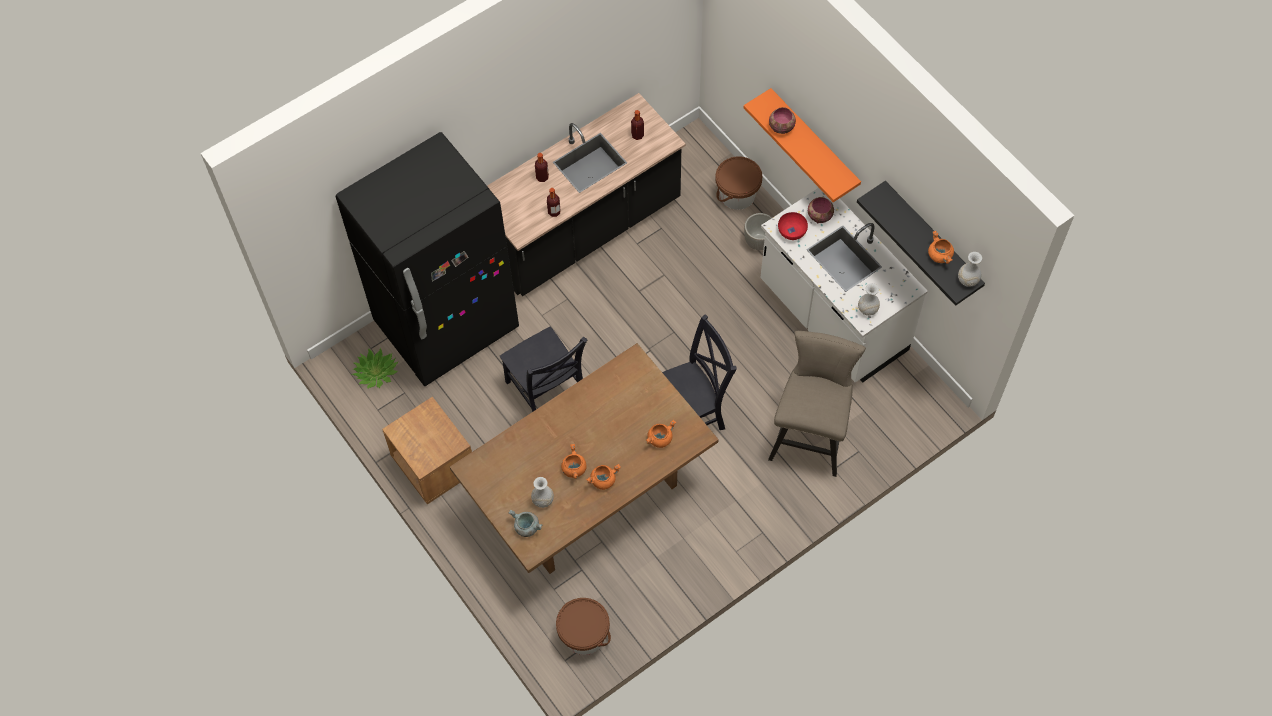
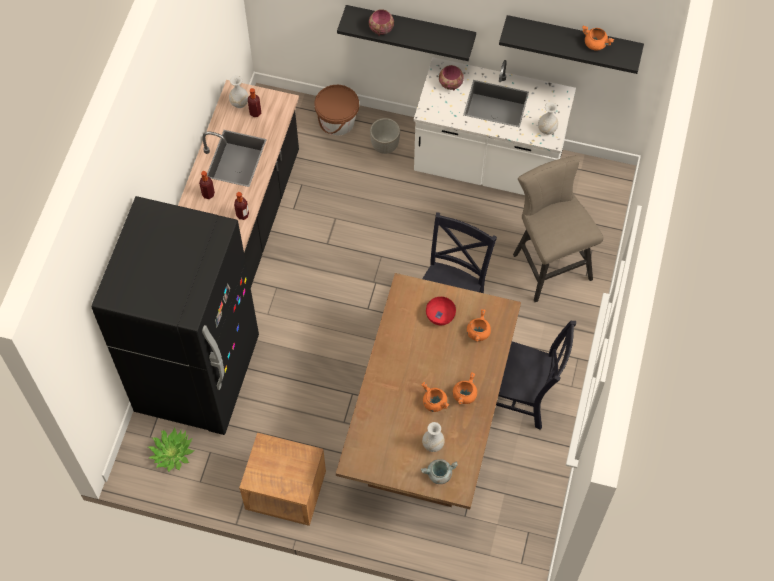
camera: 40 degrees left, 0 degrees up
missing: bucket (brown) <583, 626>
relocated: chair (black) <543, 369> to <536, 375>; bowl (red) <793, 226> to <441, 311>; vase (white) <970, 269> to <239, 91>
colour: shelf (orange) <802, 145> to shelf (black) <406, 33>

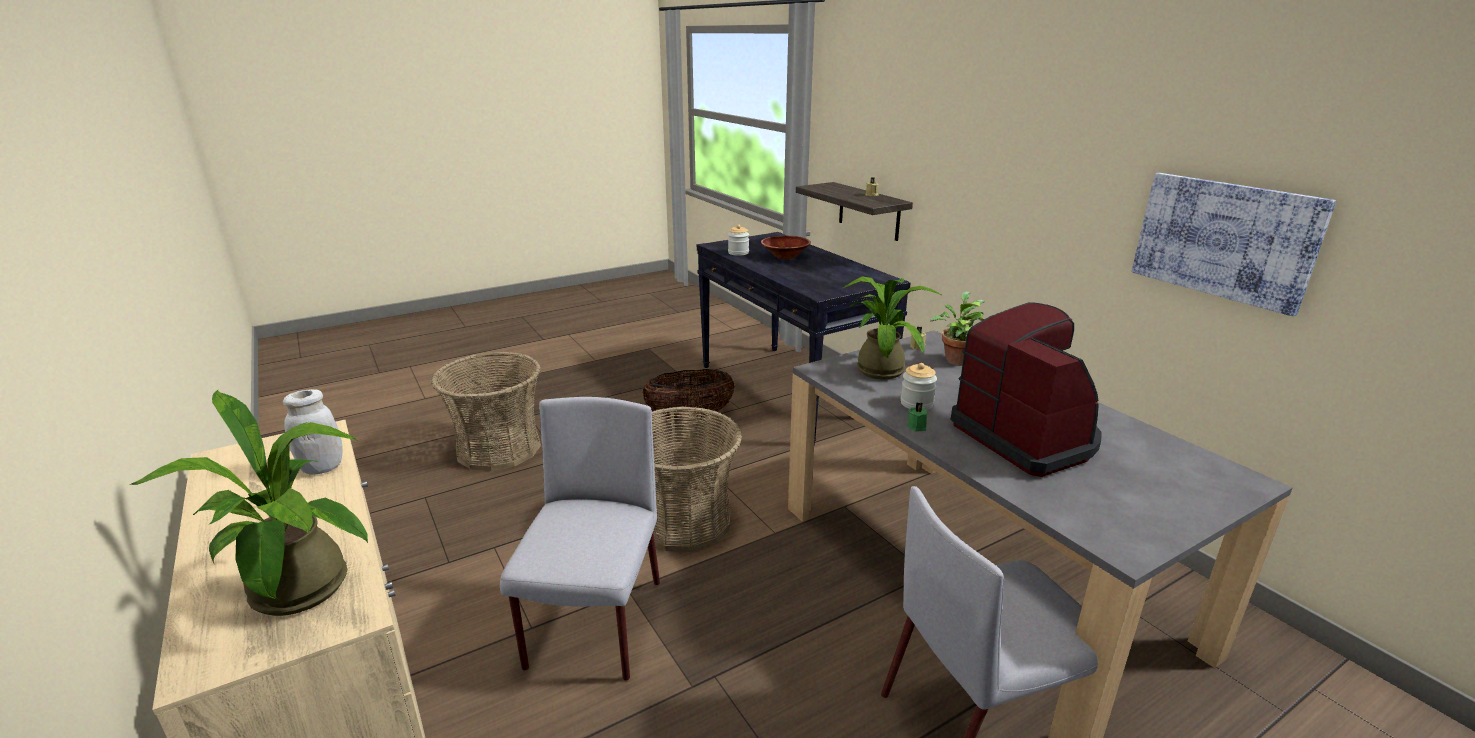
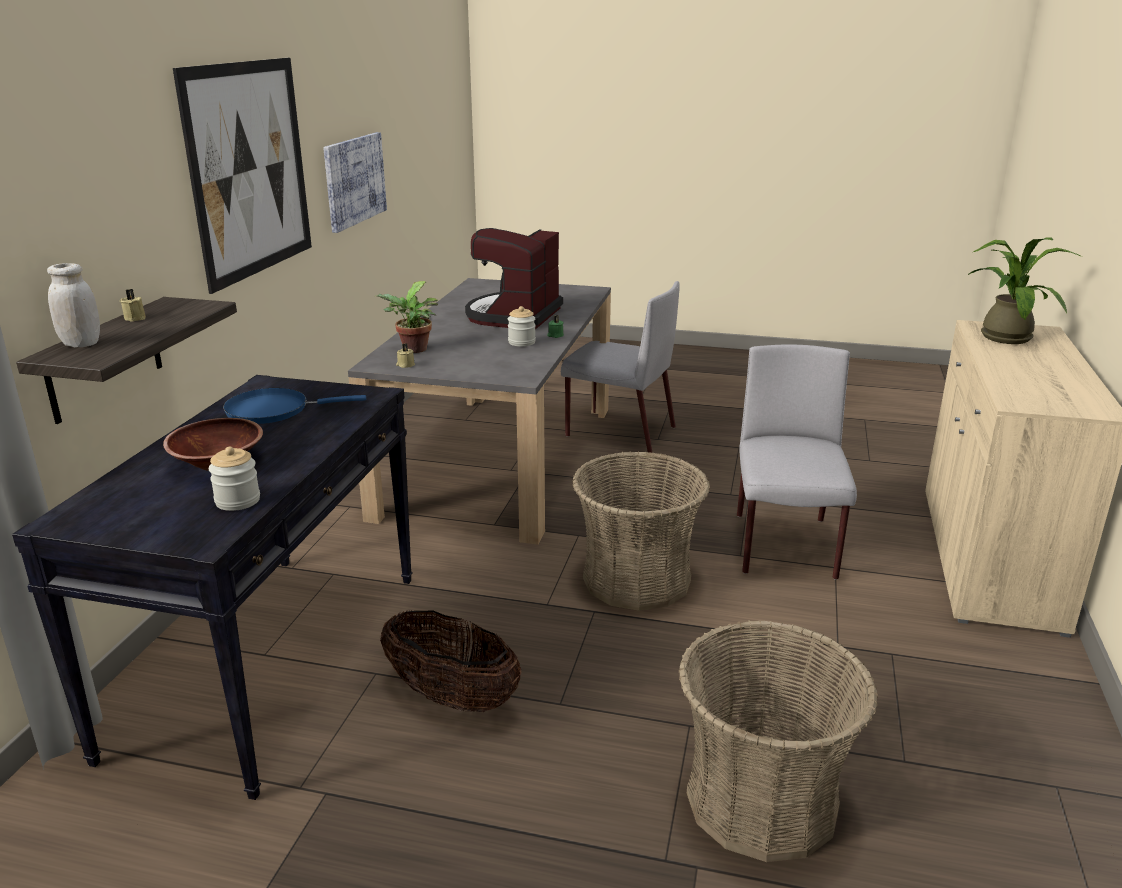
camera: 135 degrees left, 0 degrees up
missing: potted plant <893, 328>
appeared: picture <242, 176>; frying pan (blue) <294, 406>
relocated: jar (white) <313, 432> to <73, 305>
spun: chair (grey) <580, 539> = <797, 462> 135 degrees clockwise

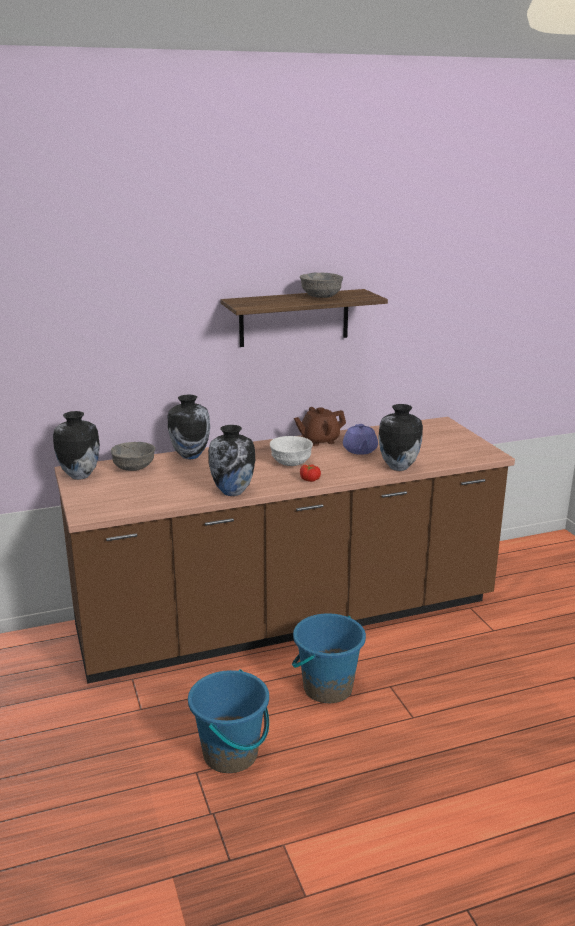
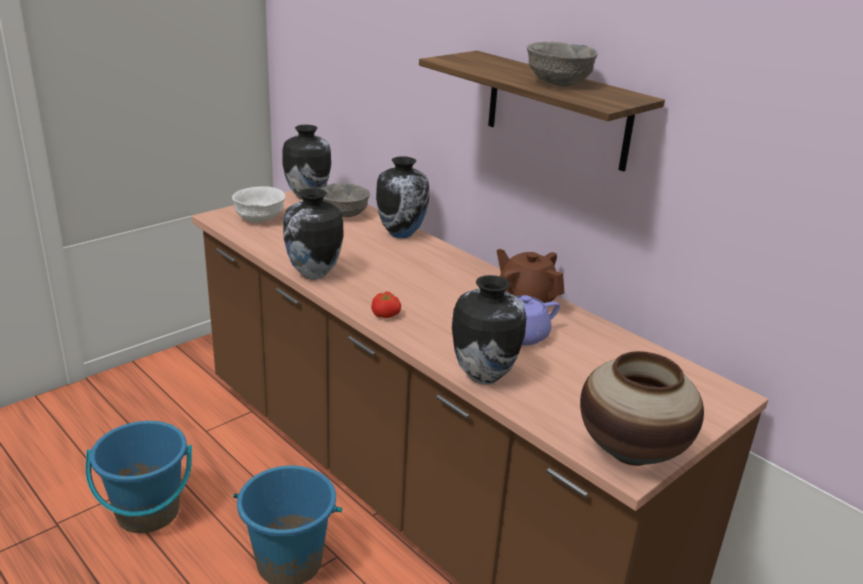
camera: 65 degrees right, 5 degrees up
appeared: vase <642, 408>
relocated: bowl (white) <291, 451> to <259, 204>

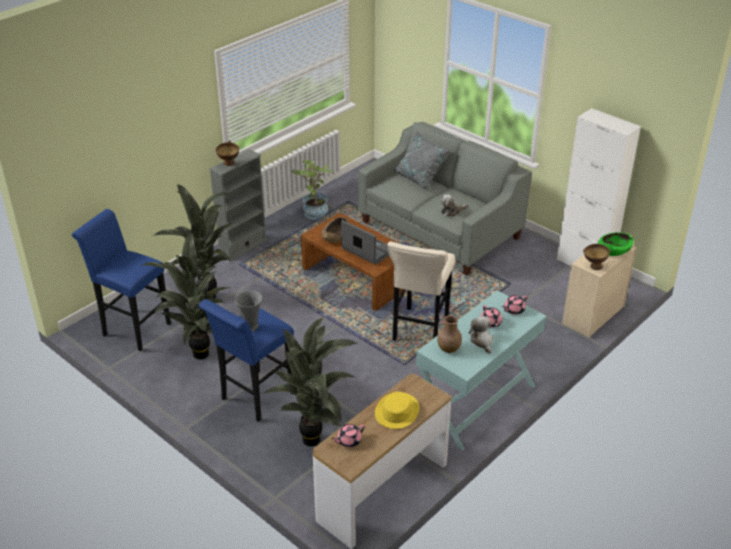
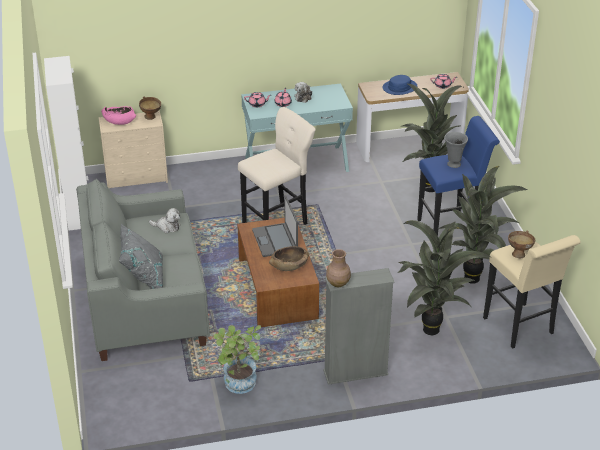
camera: 145 degrees left, 0 degrees up
relocated: bowl (brown) <227, 153> to <522, 244>; vase (brown) <449, 334> to <338, 268>
colour: stool (blue) <121, 280> to stool (beige) <532, 292>; hat (yellow) <397, 410> to hat (blue) <399, 85>; bowl (green) <615, 244> to bowl (pink) <118, 115>

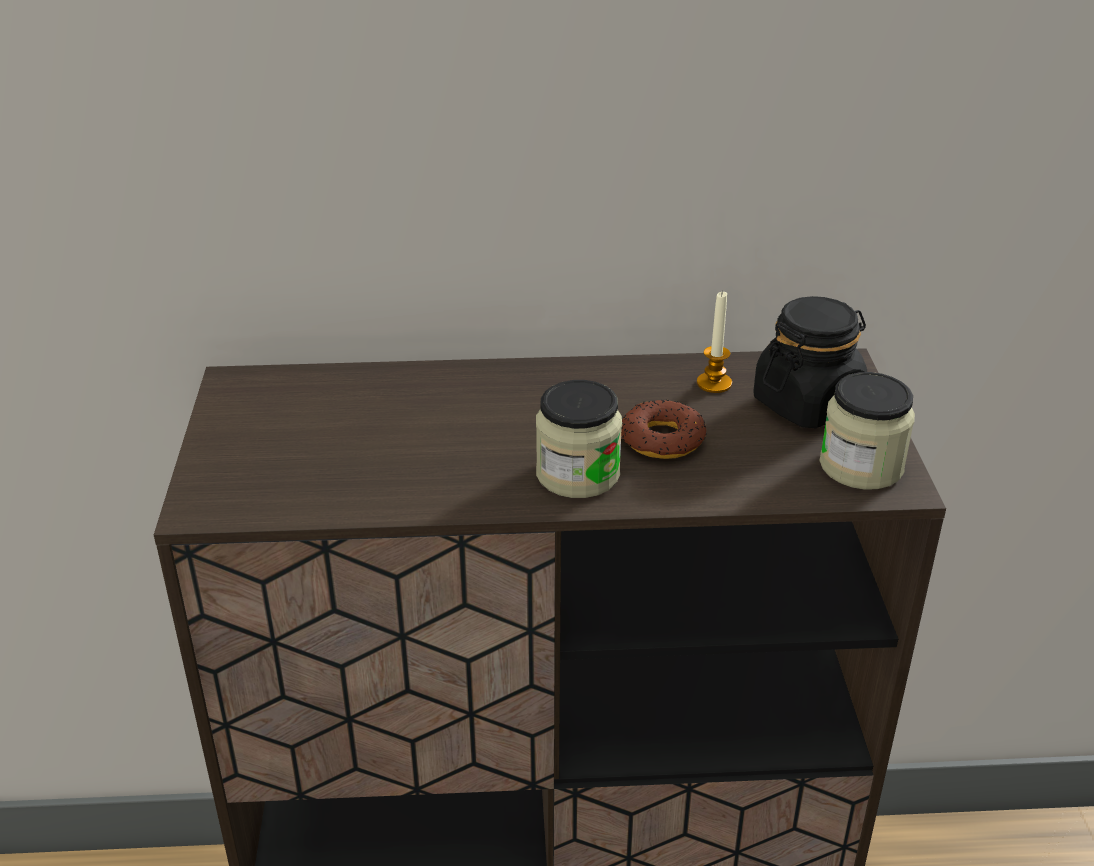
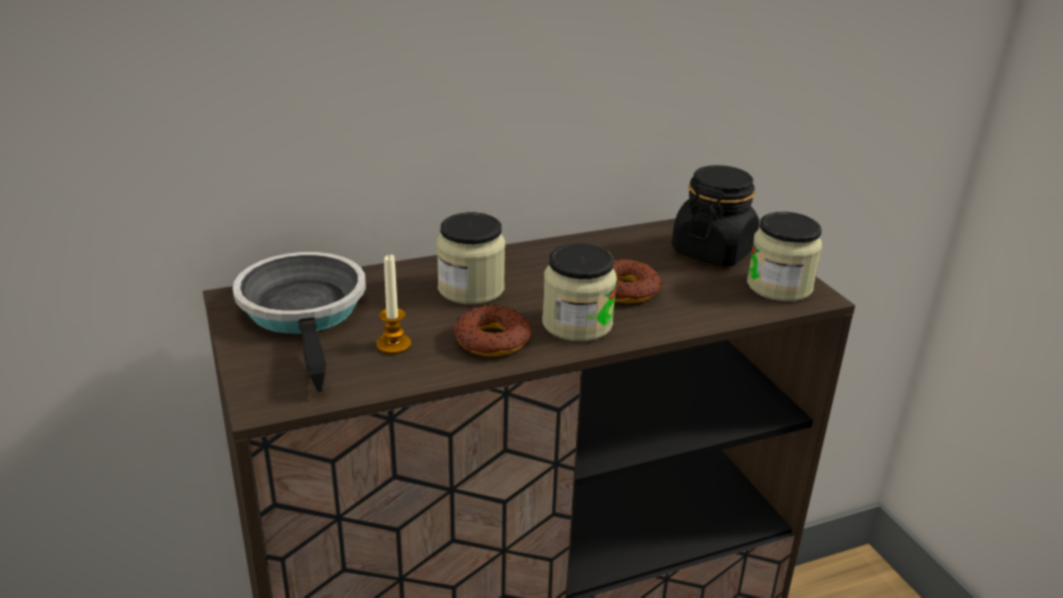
camera: 20 degrees left, 5 degrees down
appeared: frying pan <299, 322>; jar <471, 258>; donut <492, 330>
relocated: candle <714, 342> to <393, 304>

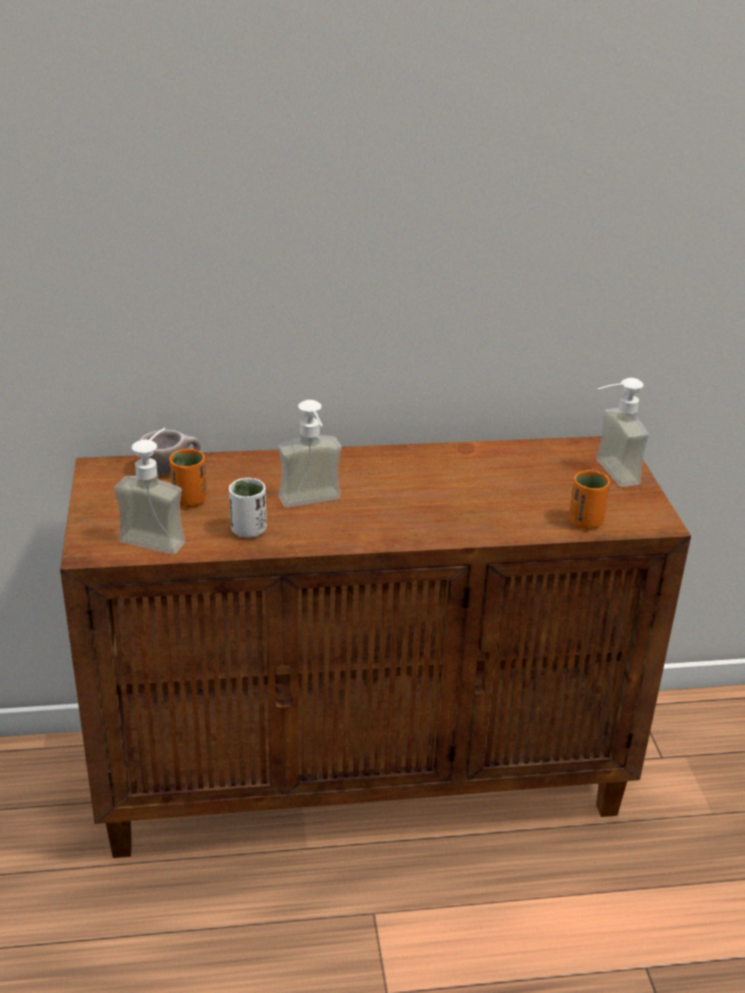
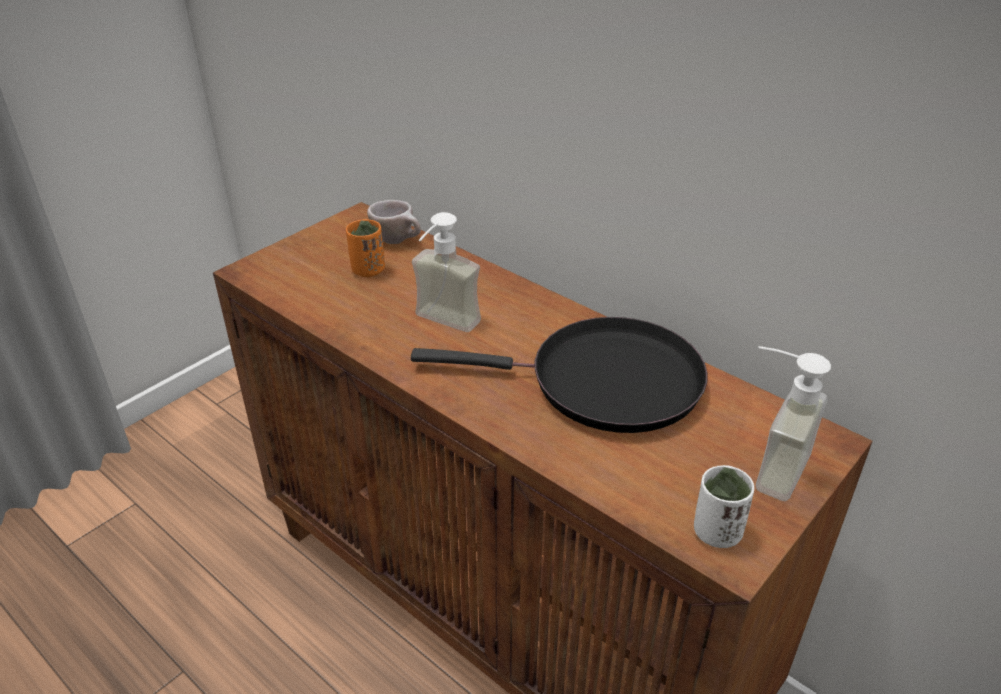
camera: 50 degrees right, 5 degrees up
missing: soap dispenser <149, 491>; cup (orange) <589, 499>
appeared: frying pan (black) <559, 375>
relocated: cup (white) <248, 508> to <724, 506>

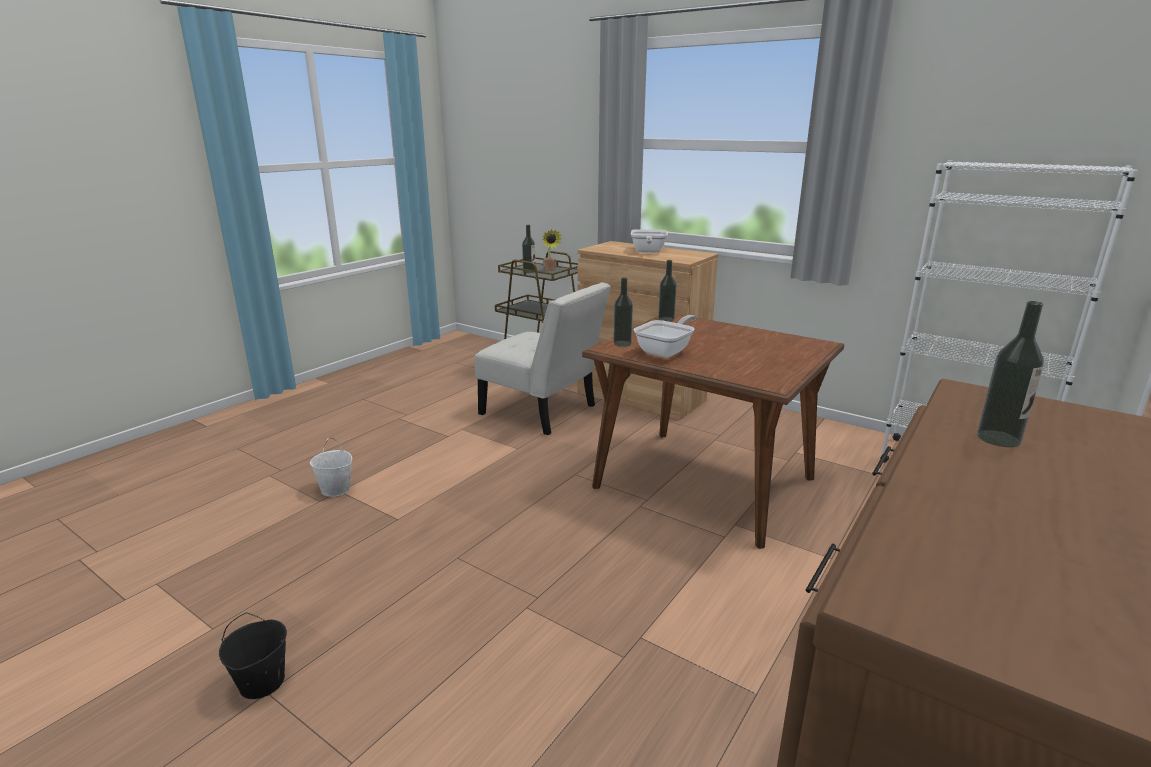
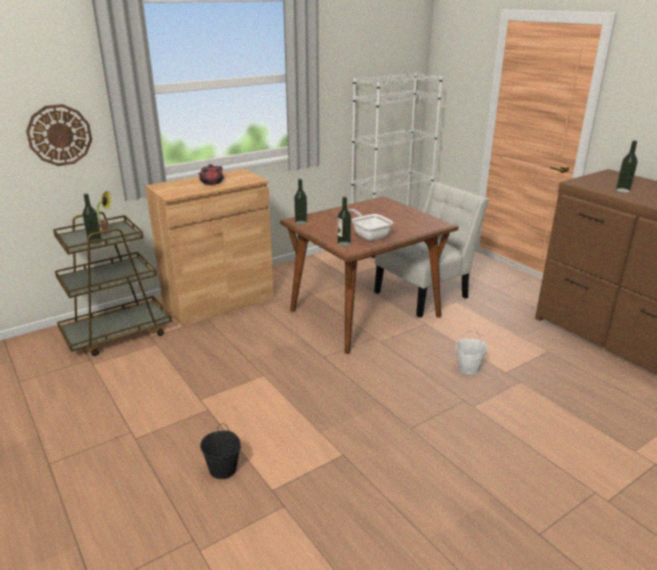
camera: 70 degrees left, 5 degrees up
appeared: wall clock <59, 135>
relocated: bucket (black) <253, 656> to <220, 451>; bucket (white) <331, 467> to <472, 352>; chair (white) <543, 358> to <431, 250>
exchanged: frying pan <649, 241> to teapot (red) <211, 174>

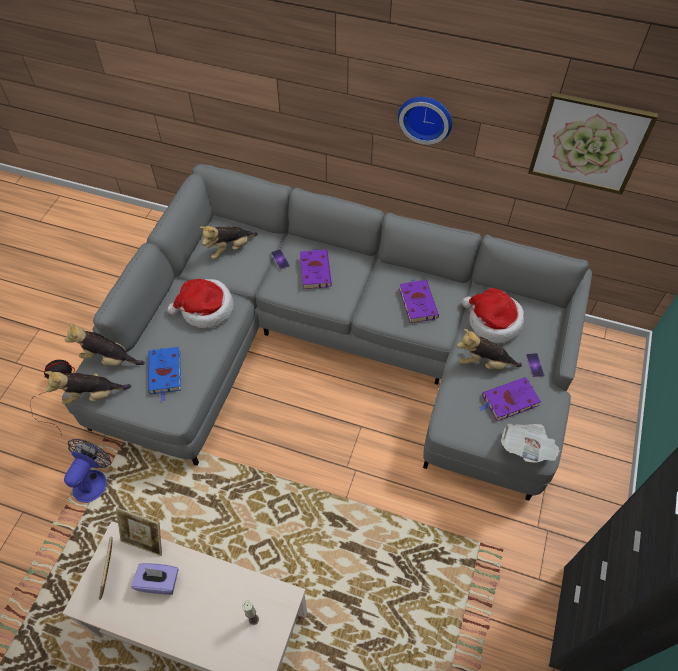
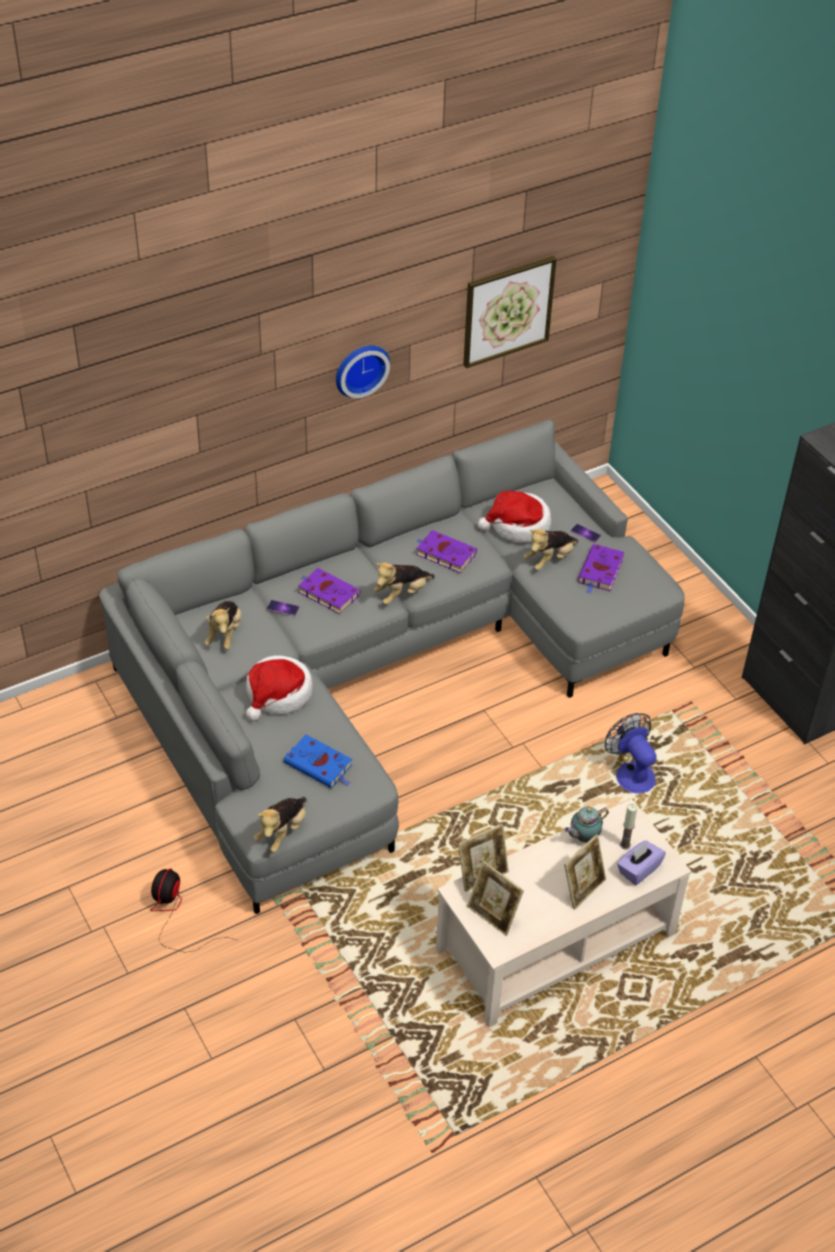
camera: 50 degrees left, 10 degrees down
missing: newspaper <531, 443>
appeared: teapot <586, 824>; picture frame <585, 872>
relocated: plush toy <104, 344> to <404, 584>; fan <87, 471> to <631, 753>; tissue box (purple) <155, 579> to <641, 862>

